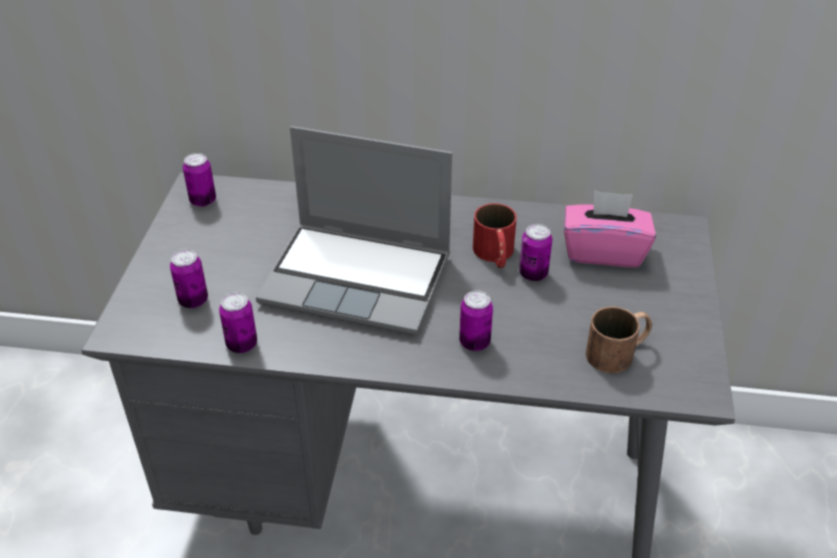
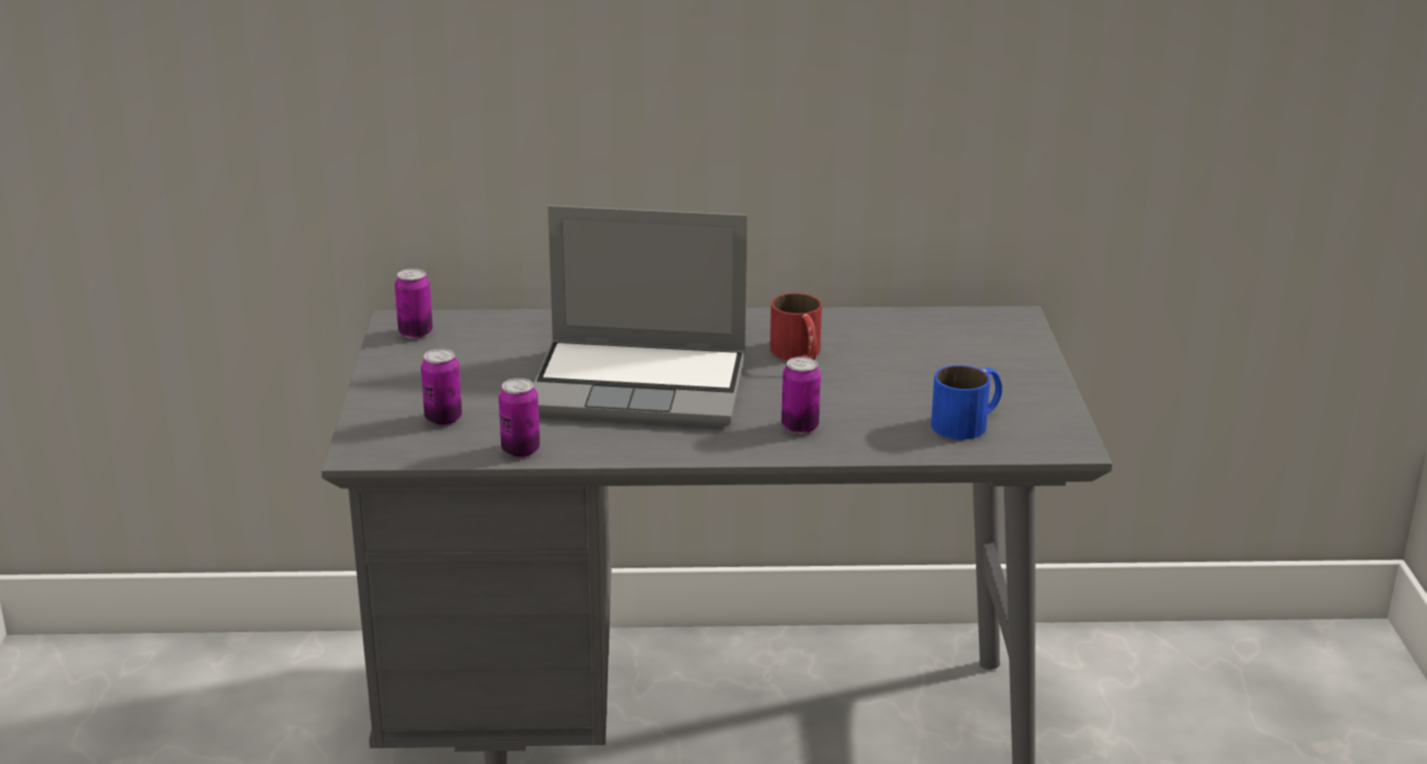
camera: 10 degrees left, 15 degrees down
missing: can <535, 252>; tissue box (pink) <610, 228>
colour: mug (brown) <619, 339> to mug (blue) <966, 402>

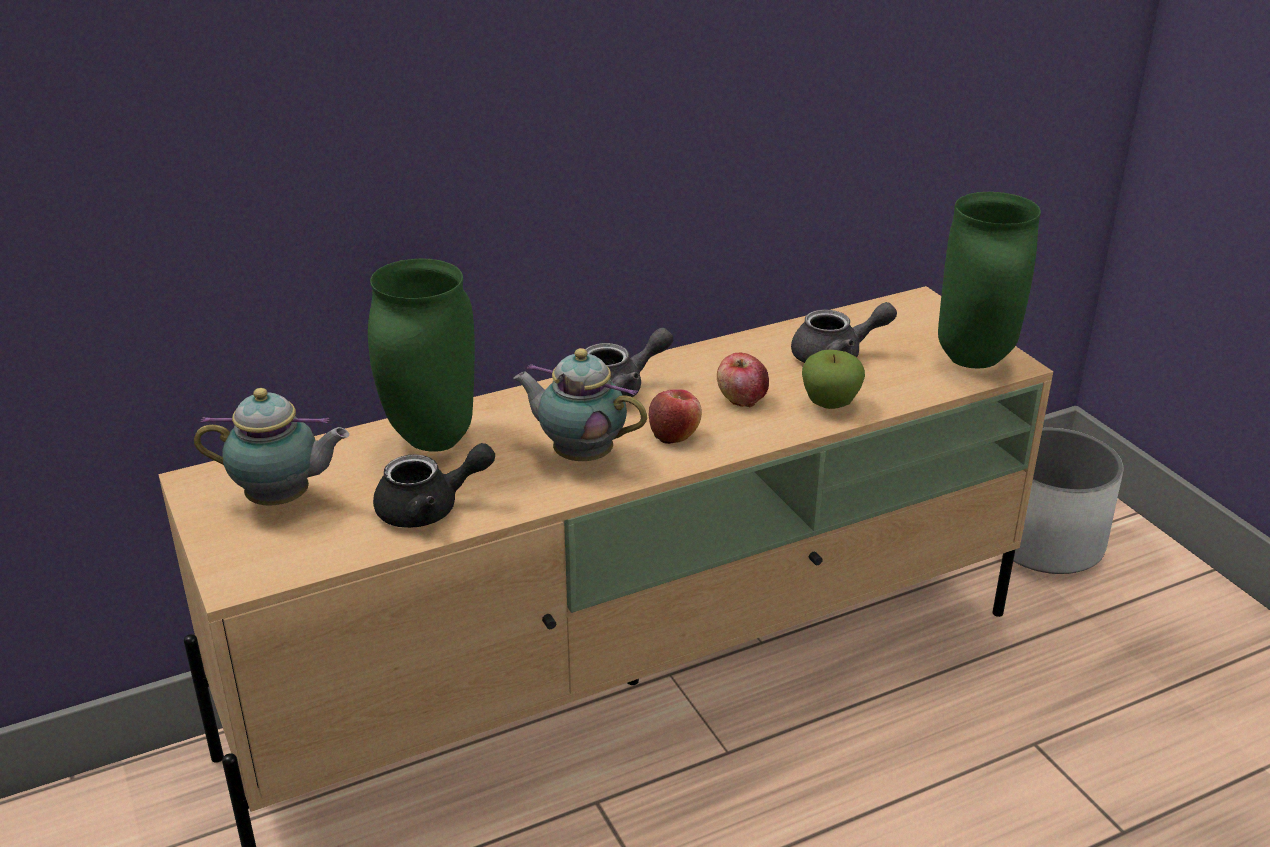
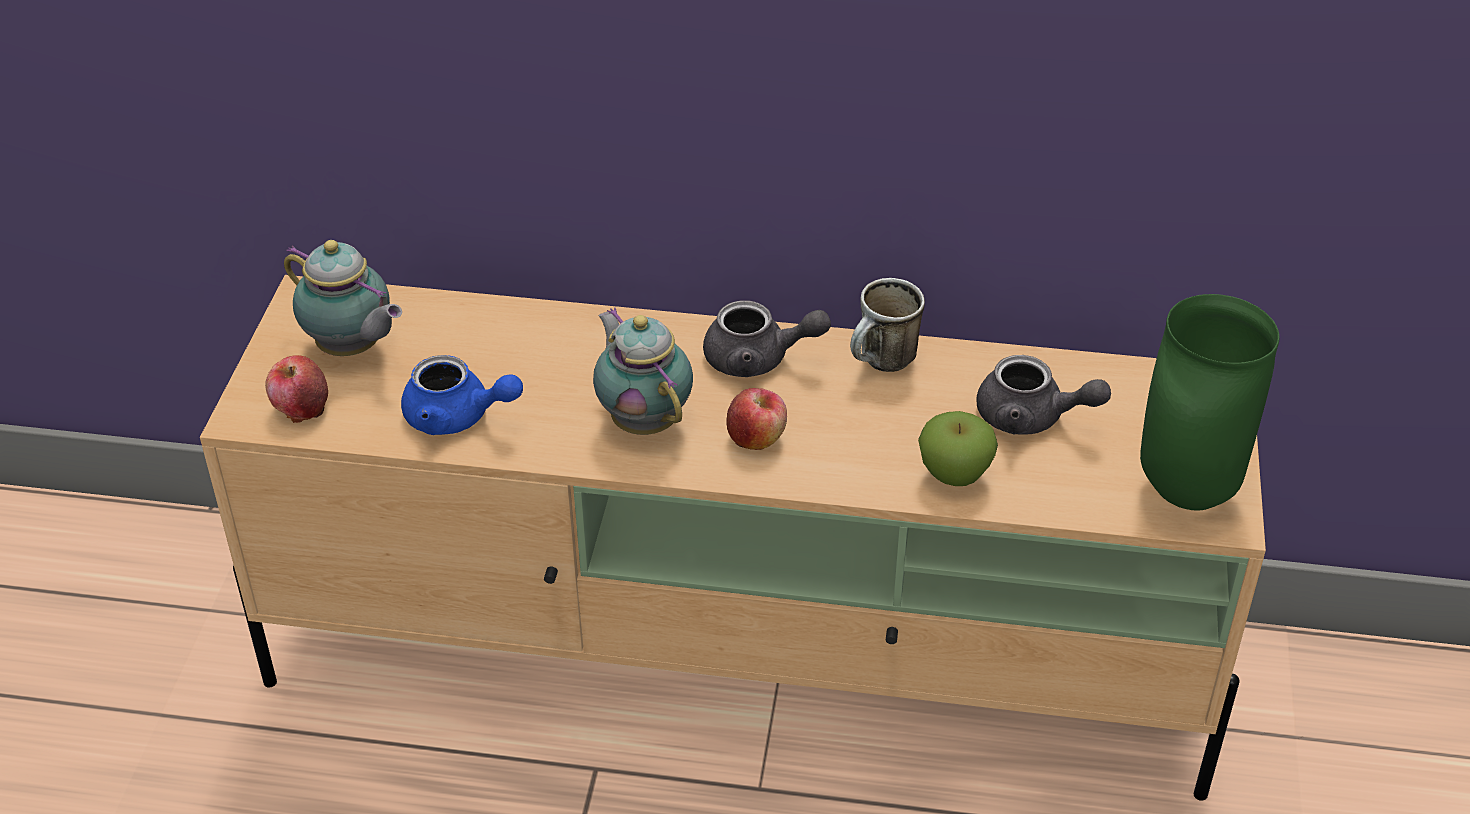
camera: 35 degrees right, 10 degrees up
missing: vase (green) <421, 355>; planter (white) <1068, 501>
appeared: mug <887, 325>
relocated: apple <743, 380> to <296, 389>
colour: teapot (black) <434, 485> to teapot (blue) <462, 395>

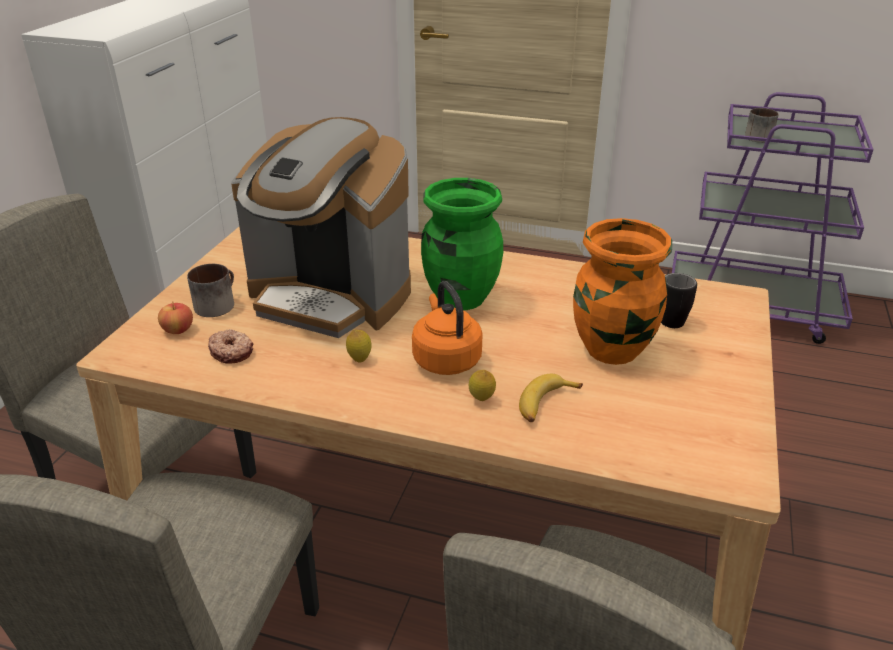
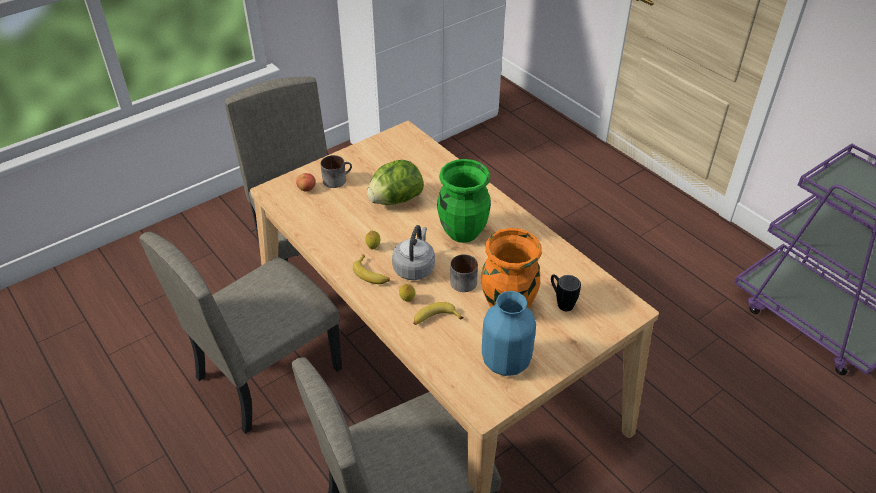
camera: 35 degrees right, 10 degrees up
missing: donut <230, 346>
appeared: banana <371, 269>; vase (blue) <509, 333>
relocated: mug <762, 125> to <464, 273>
exchanged: coffee machine <321, 227> to lettuce <395, 182>
colour: kettle (orange) <447, 328> to kettle (grey) <413, 252>

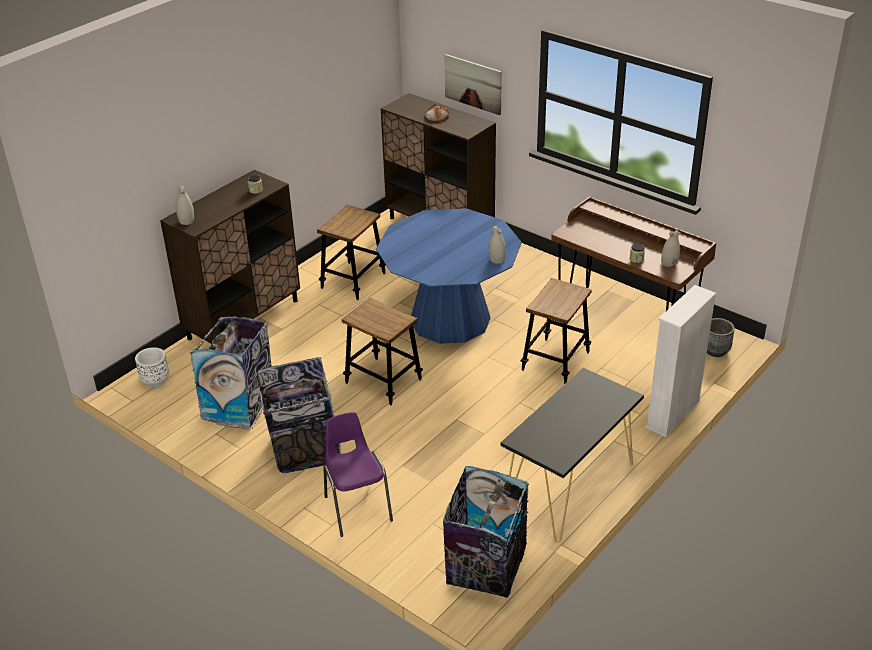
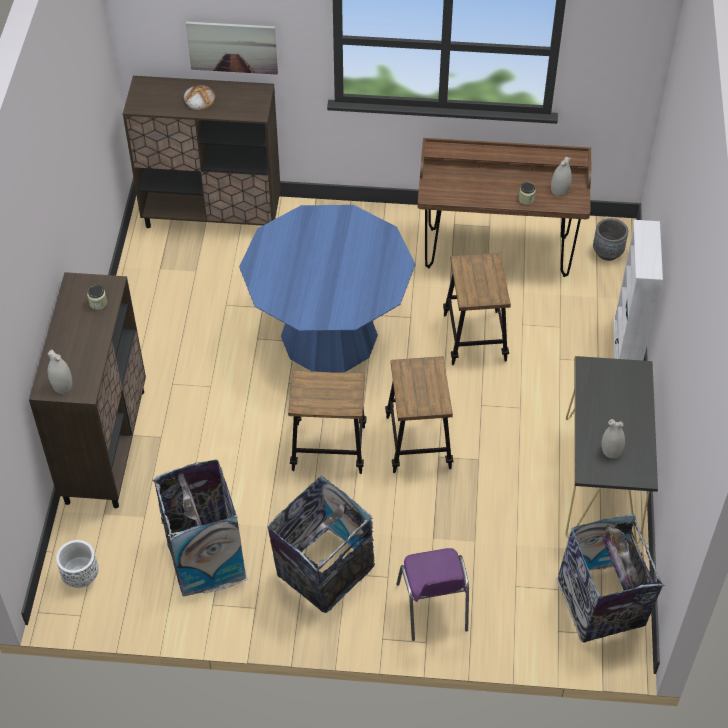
camera: 35 degrees left, 15 degrees up
relocated: stool <351, 252> to <419, 414>; vase (white) <497, 245> to <613, 439>
spun: chair (purple) <358, 474> = <432, 594> 135 degrees counterclockwise

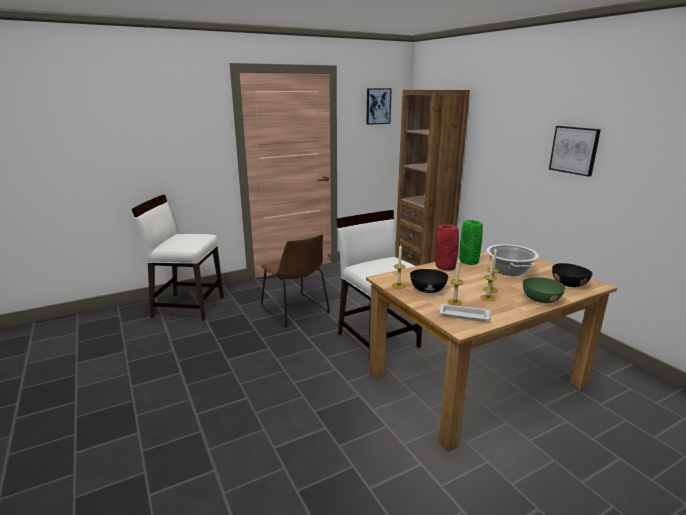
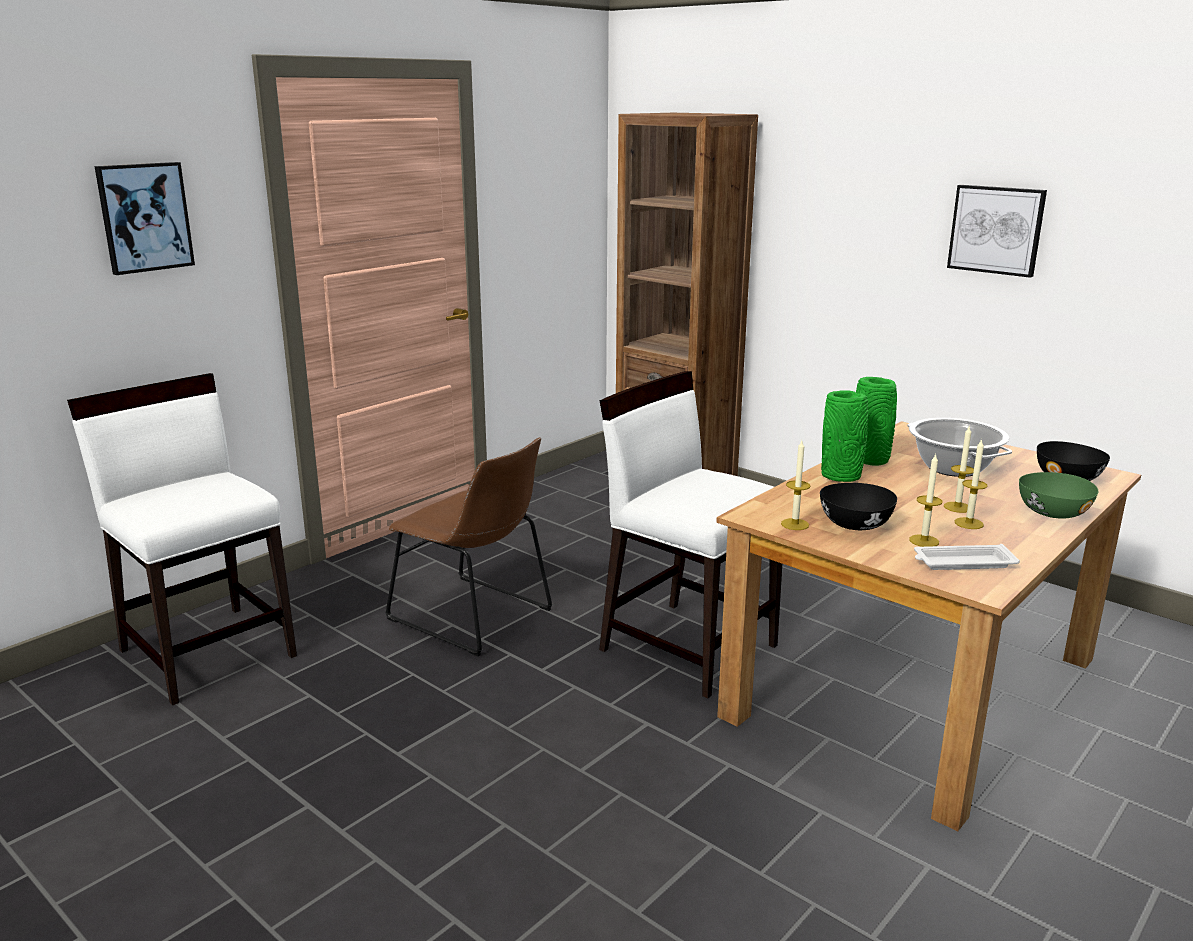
camera: 20 degrees left, 0 degrees up
relocated: picture <379, 106> to <145, 218>
colour: vase (red) <447, 247> to vase (green) <844, 436>
spun: chair (white) <178, 258> = <182, 539> 60 degrees clockwise

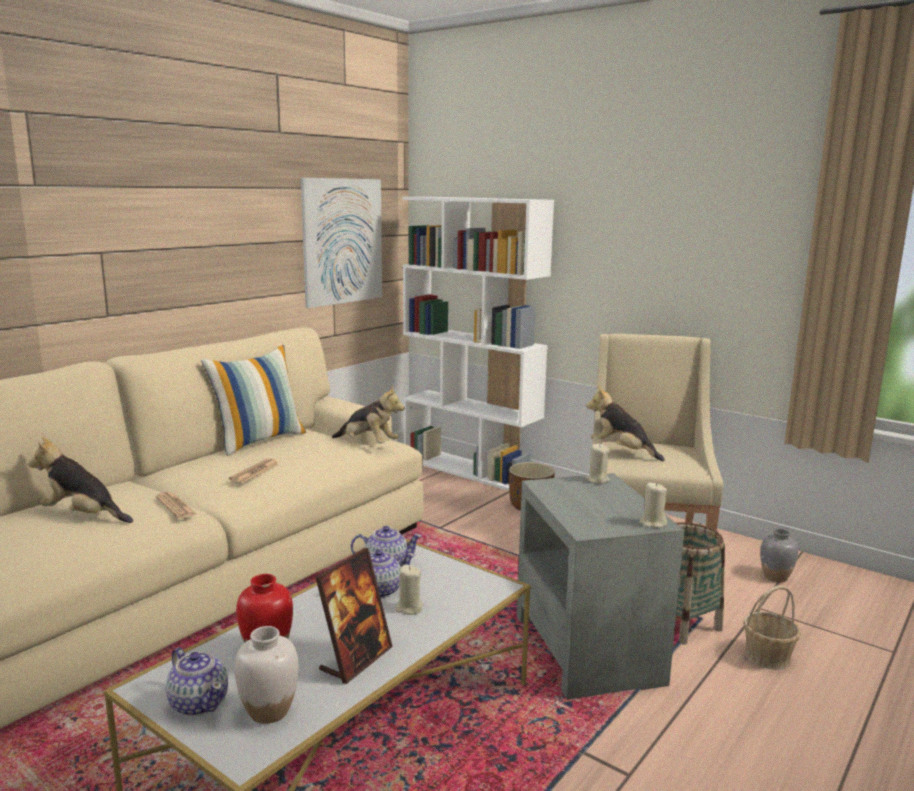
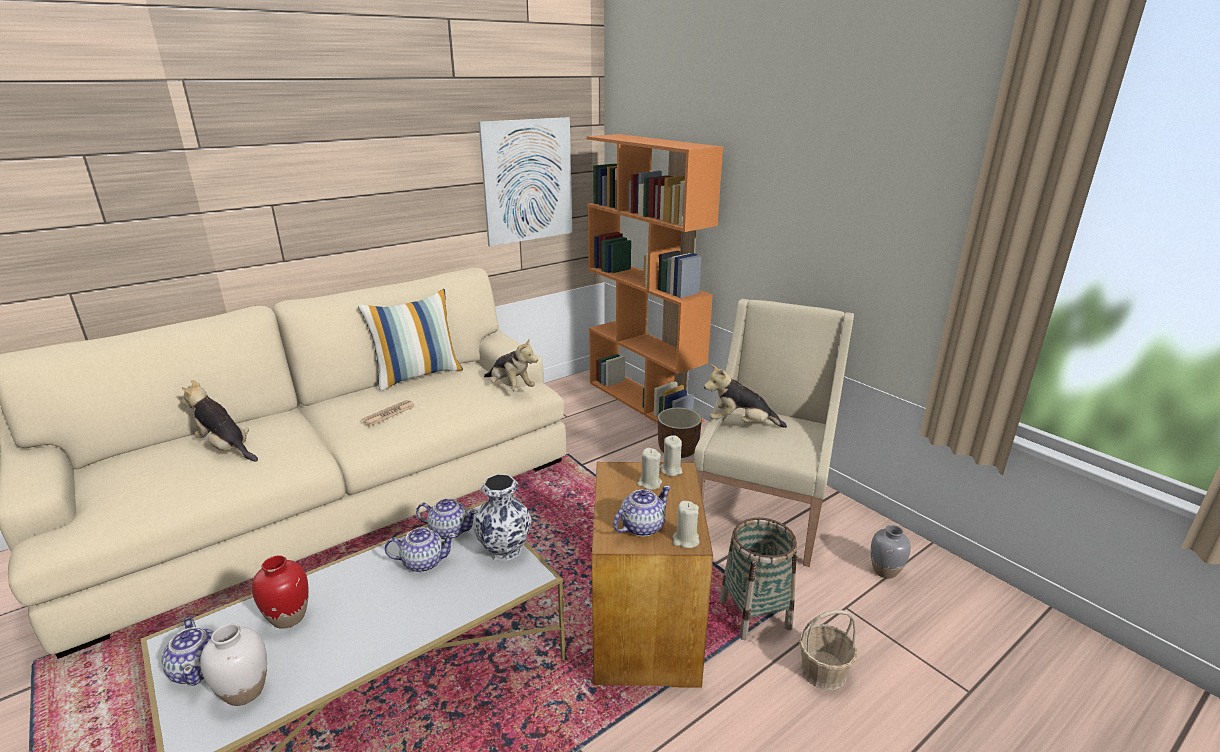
camera: 15 degrees right, 10 degrees up
missing: newspaper <176, 505>; picture frame <354, 616>
appeared: vase <503, 517>; teapot <642, 511>
relocated: candle (beige) <409, 590> to <649, 469>
colour: bookcase (white) <478, 344> to bookcase (orange) <655, 278>; side table (grey) <601, 586> to side table (brown) <652, 575>
spun: plush toy <625, 423> = <745, 396> 45 degrees counterclockwise

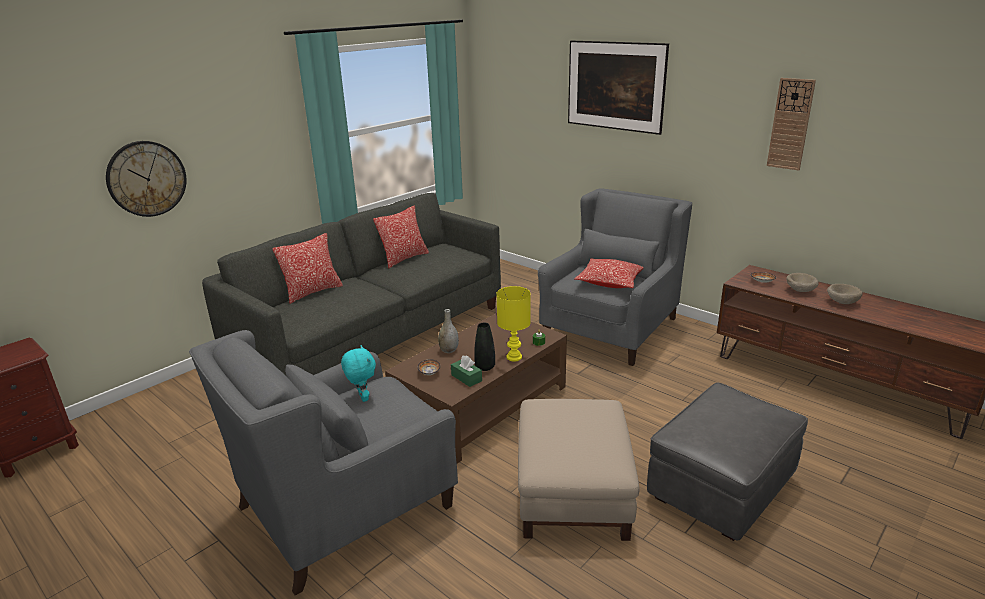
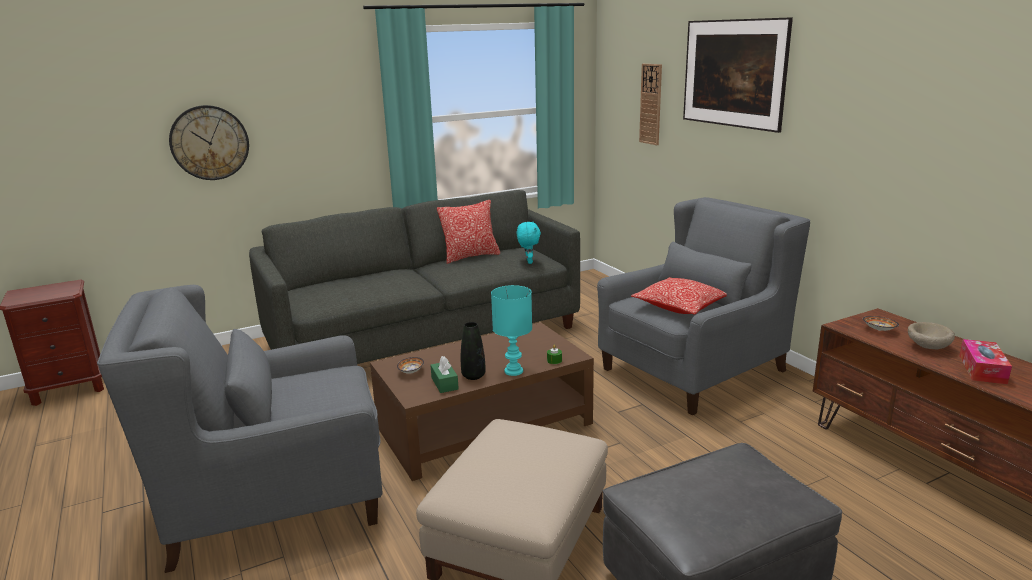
camera: 20 degrees right, 5 degrees down
missing: pillow <307, 268>; vase (grey) <448, 331>
relocated: plush toy (turquoise) <358, 373> to <529, 243>; wall clock <791, 124> to <650, 104>
exchanged: bowl (beige) <845, 294> to tissue box <985, 361>
colour: table lamp (yellow) <513, 323> to table lamp (turquoise) <511, 330>

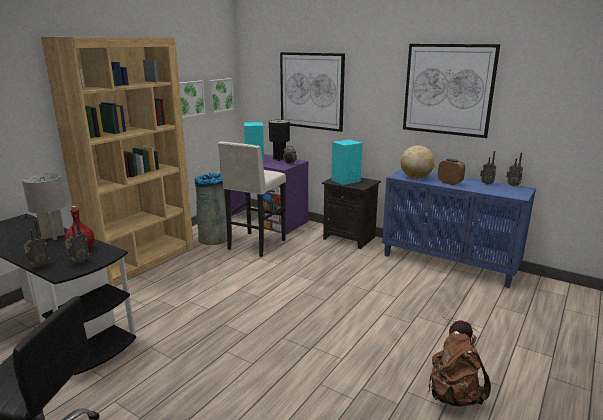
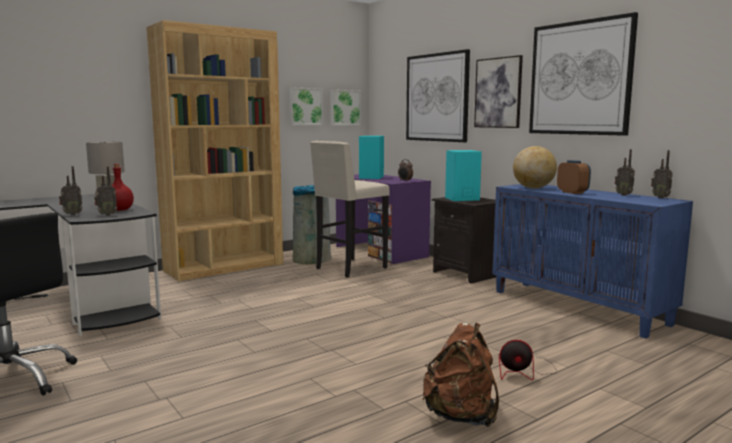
camera: 20 degrees right, 10 degrees down
missing: table lamp (black) <279, 140>
appeared: picture <498, 91>

